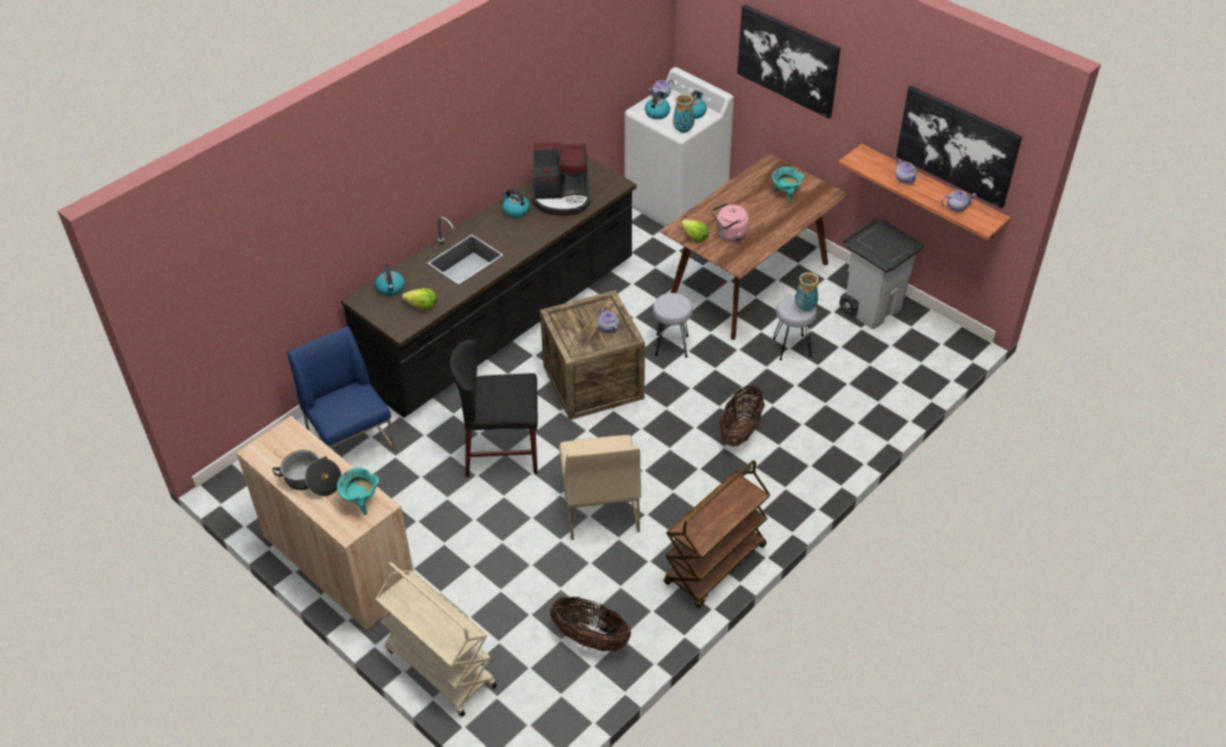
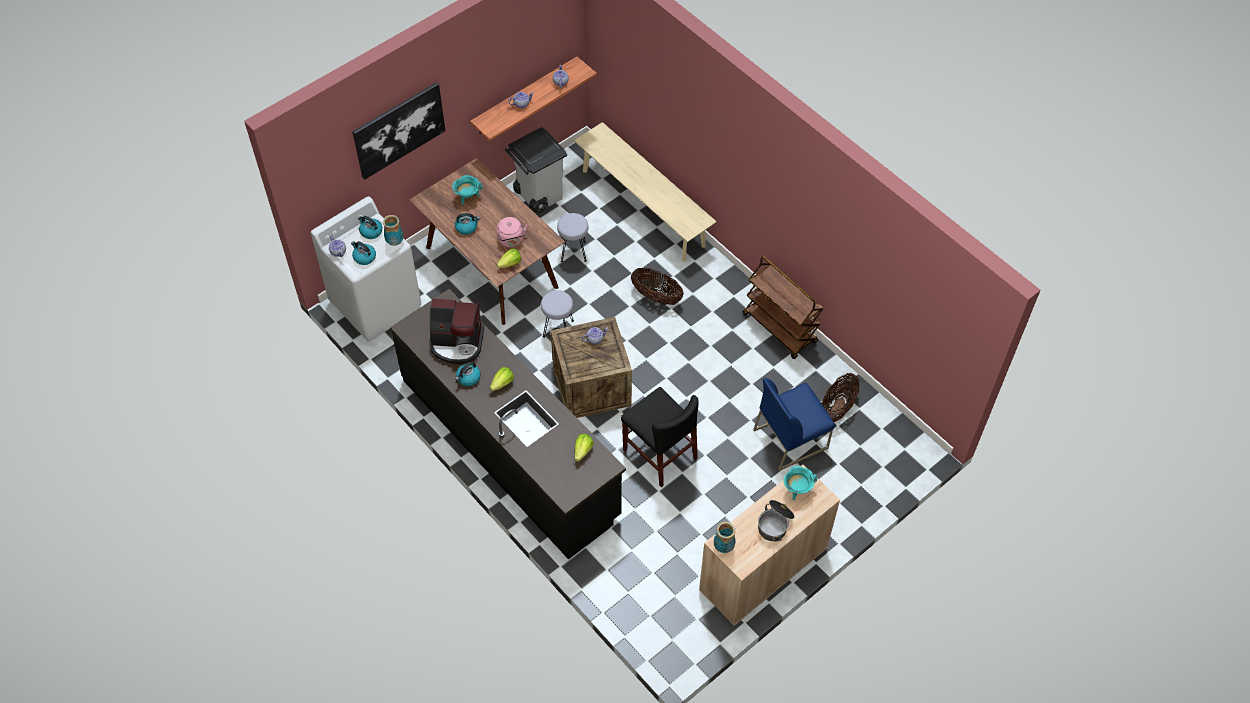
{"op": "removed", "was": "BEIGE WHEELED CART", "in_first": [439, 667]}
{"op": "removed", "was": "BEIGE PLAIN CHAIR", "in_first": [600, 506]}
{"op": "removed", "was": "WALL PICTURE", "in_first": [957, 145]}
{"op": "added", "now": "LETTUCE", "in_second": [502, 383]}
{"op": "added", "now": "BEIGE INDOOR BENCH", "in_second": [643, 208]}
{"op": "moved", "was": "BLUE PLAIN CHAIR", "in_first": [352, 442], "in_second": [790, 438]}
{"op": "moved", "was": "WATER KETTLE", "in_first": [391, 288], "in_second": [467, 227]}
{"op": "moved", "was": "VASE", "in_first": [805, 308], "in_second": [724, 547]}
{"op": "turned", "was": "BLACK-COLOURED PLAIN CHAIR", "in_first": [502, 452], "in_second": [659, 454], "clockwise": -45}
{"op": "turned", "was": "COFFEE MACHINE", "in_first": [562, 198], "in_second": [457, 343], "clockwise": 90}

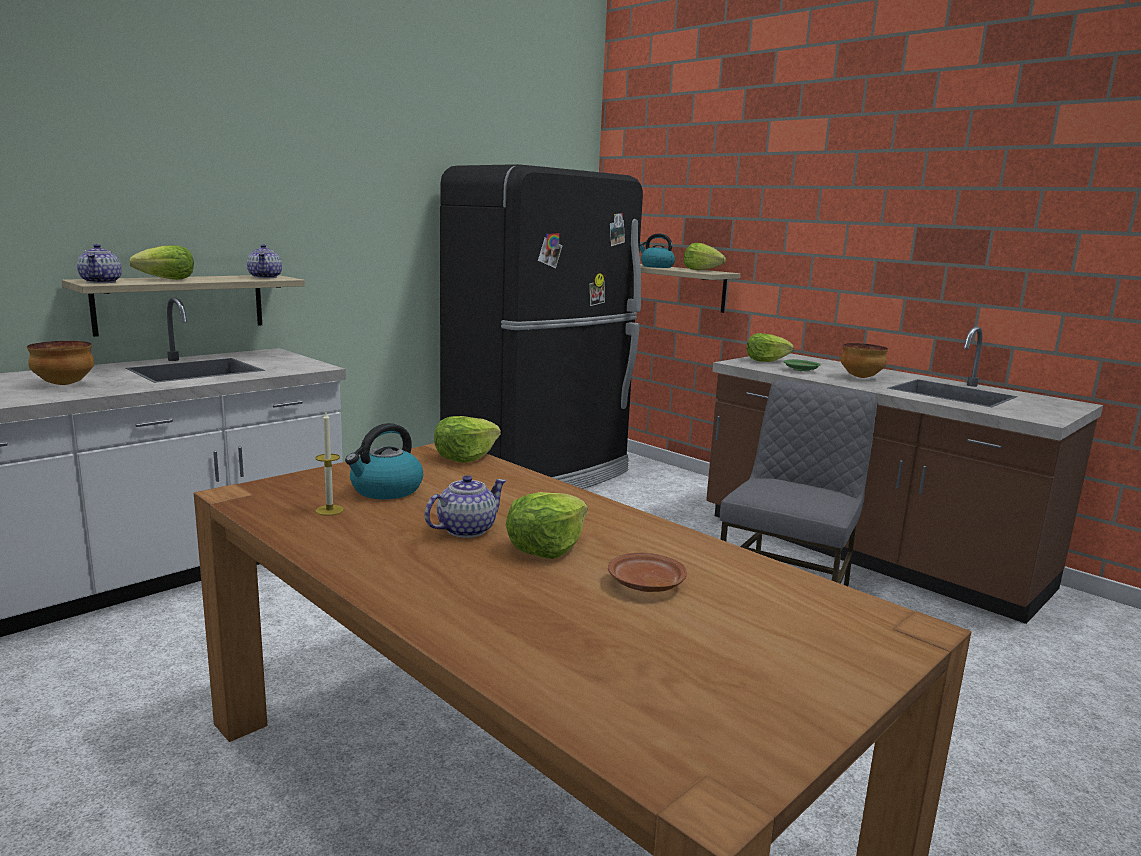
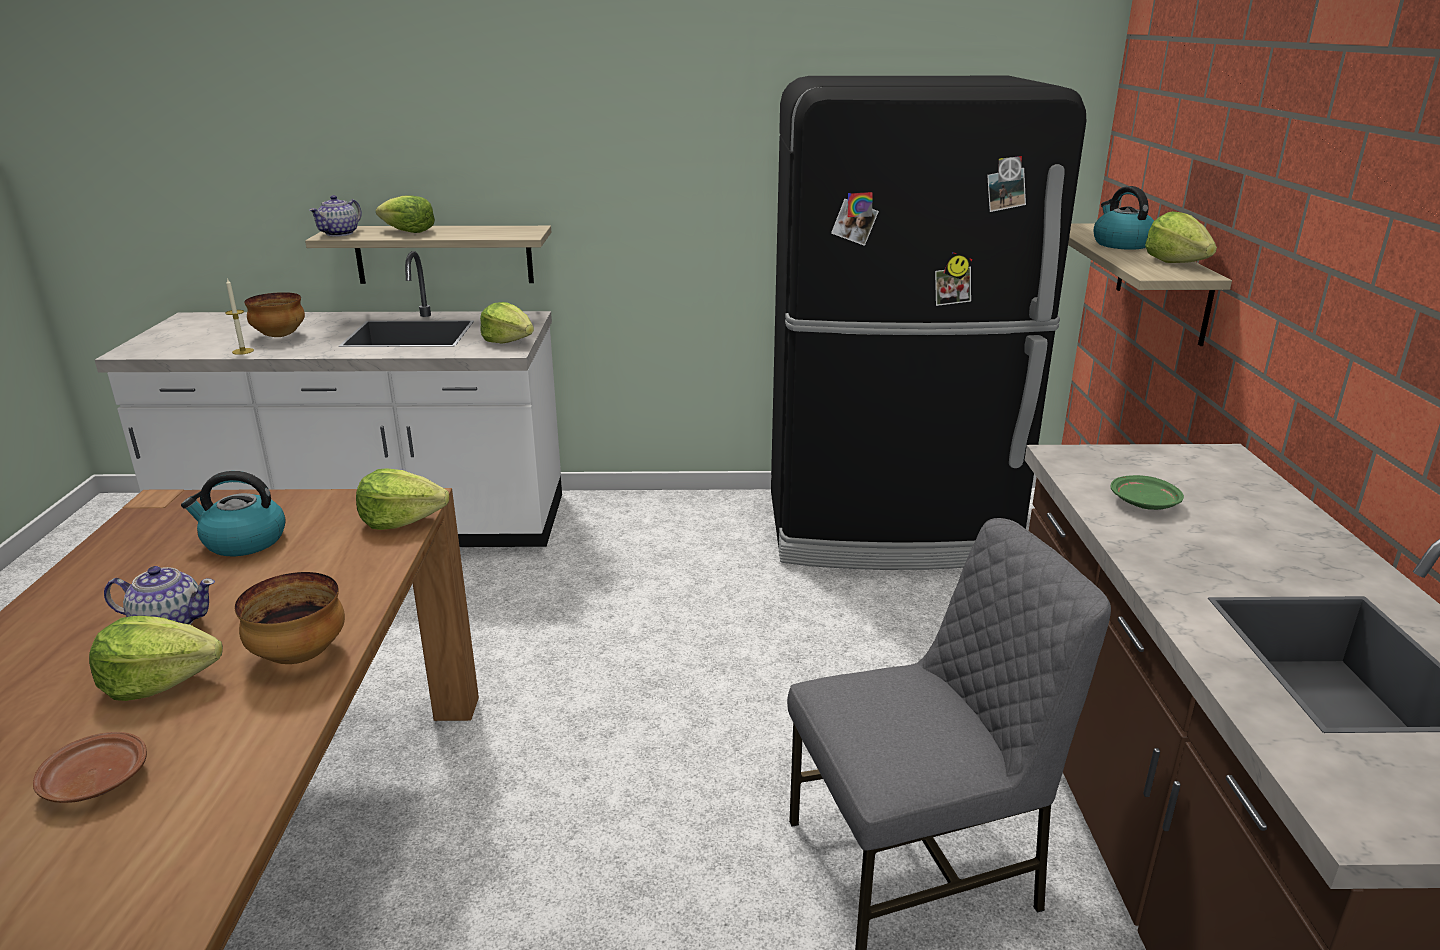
{"op": "removed", "was": "POT FOR TEA", "in_first": [265, 277]}
{"op": "moved", "was": "CANDLE", "in_first": [329, 510], "in_second": [243, 351]}
{"op": "moved", "was": "LETTUCE", "in_first": [766, 360], "in_second": [508, 341]}
{"op": "moved", "was": "DEEP DISH", "in_first": [861, 377], "in_second": [298, 656]}

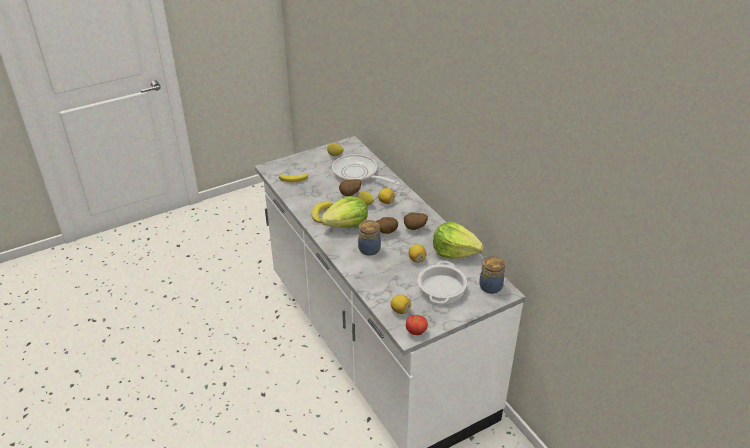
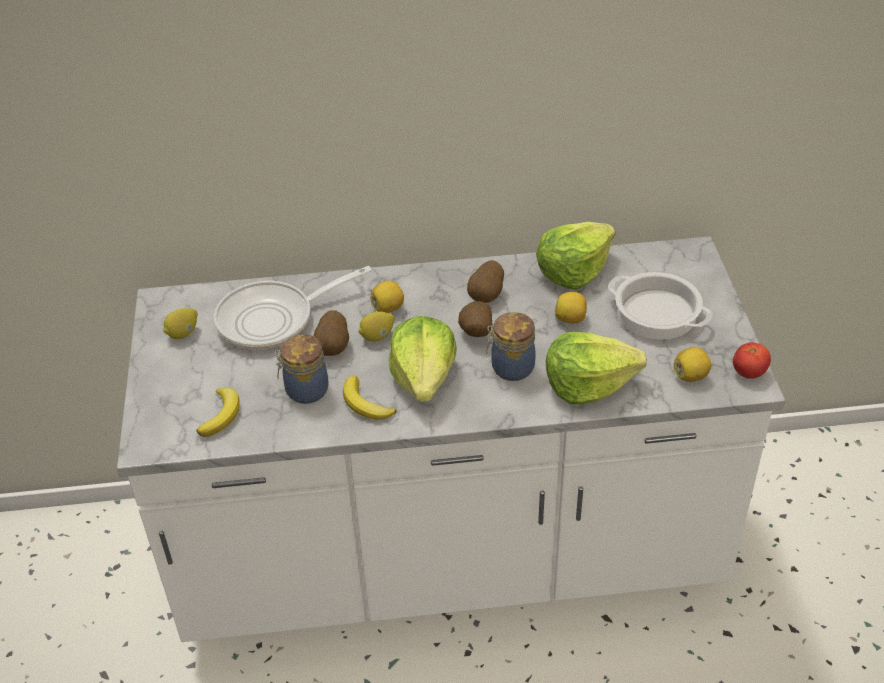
{"op": "added", "now": "LETTUCE", "in_second": [588, 384]}
{"op": "moved", "was": "JAR", "in_first": [490, 286], "in_second": [305, 390]}

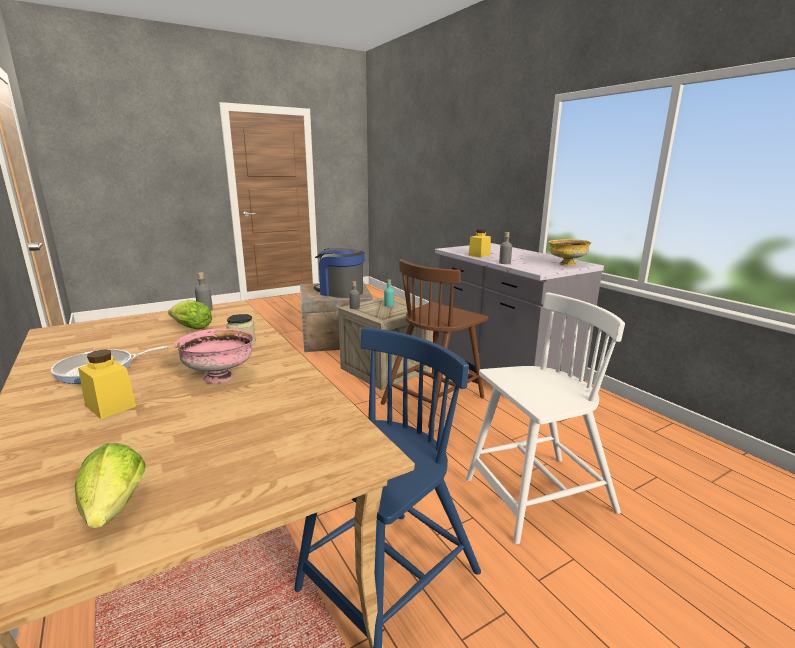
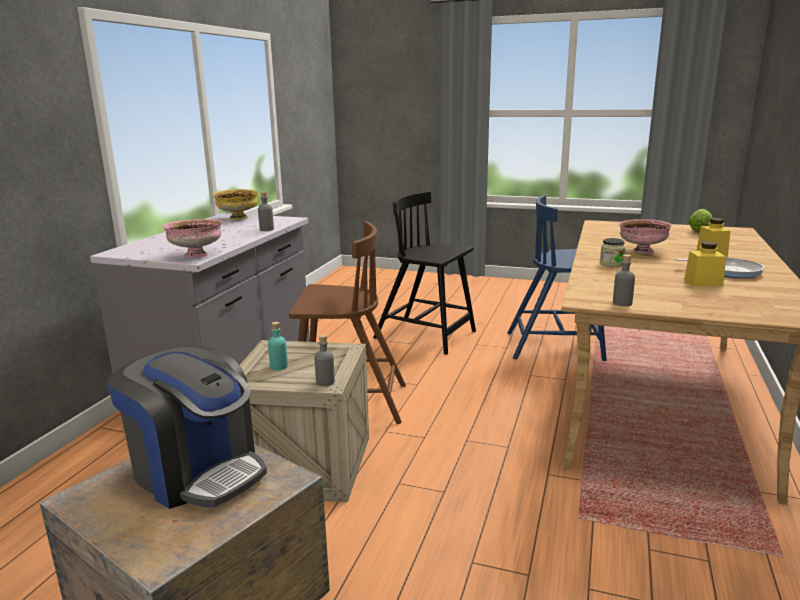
{"op": "removed", "was": "LETTUCE", "in_first": [190, 328]}
{"op": "added", "now": "PINK-COLOURED DEEP DISH", "in_second": [196, 255]}
{"op": "moved", "was": "YELLOWISH JAR", "in_first": [479, 255], "in_second": [703, 282]}
{"op": "recoloured", "was": "WHITE PLAIN CHAIR", "now": "BLACK-COLOURED PLAIN CHAIR", "in_first": [537, 497], "in_second": [426, 335]}
{"op": "turned", "was": "COFFEE MACHINE", "in_first": [340, 292], "in_second": [197, 471], "clockwise": -45}

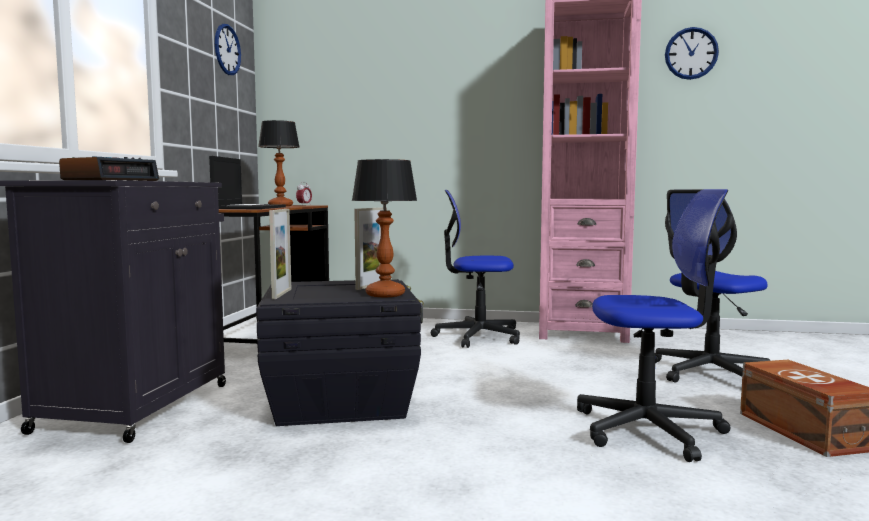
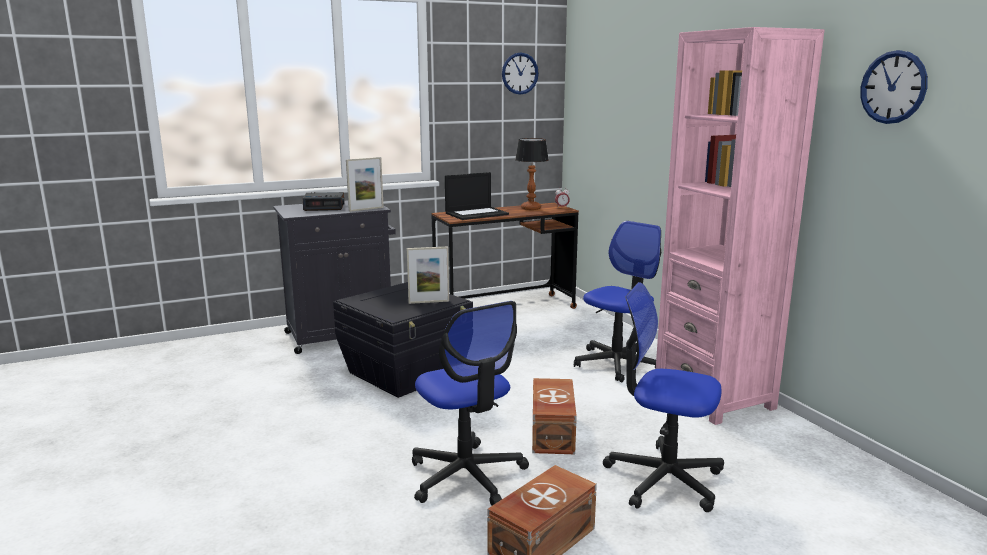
{"op": "removed", "was": "LAMP FOR A TABLE", "in_first": [384, 294]}
{"op": "added", "now": "BROWN-COLOURED STORAGE BIN", "in_second": [551, 433]}
{"op": "moved", "was": "PICTURE FRAME", "in_first": [282, 294], "in_second": [366, 209]}
{"op": "turned", "was": "OFFICE CHAIR", "in_first": [477, 336], "in_second": [617, 364], "clockwise": 75}

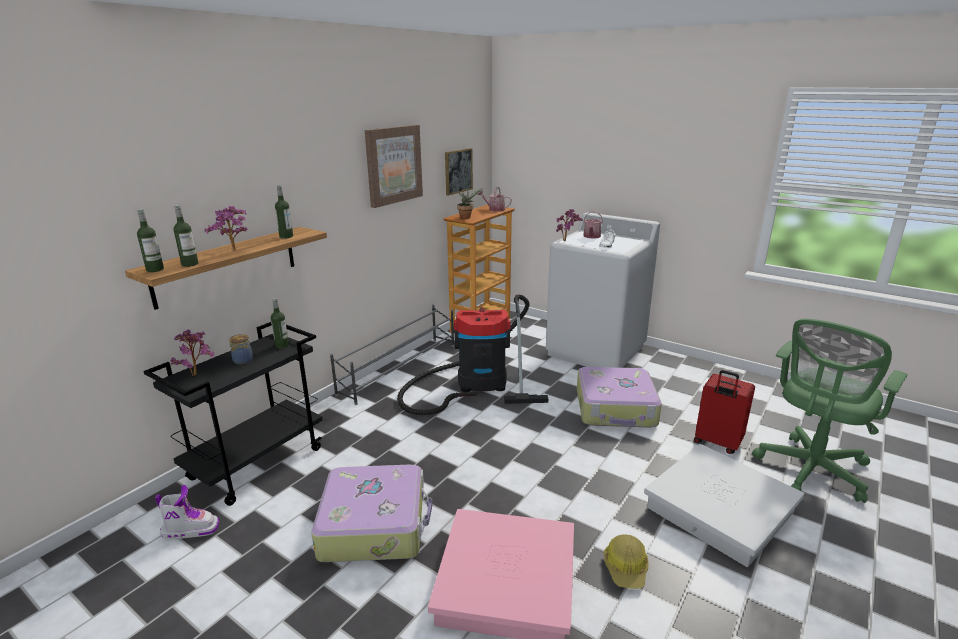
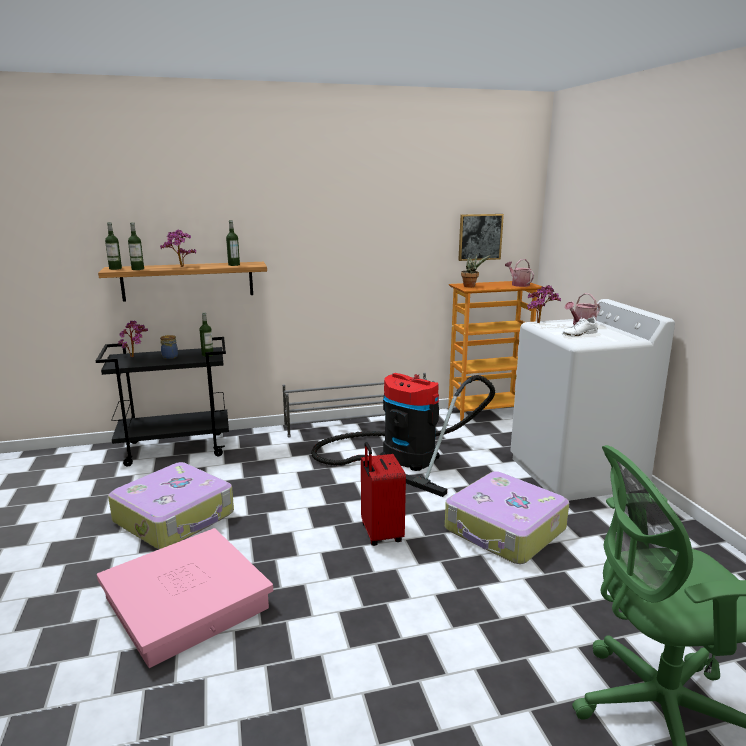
{"op": "removed", "was": "BOOT", "in_first": [190, 529]}
{"op": "removed", "was": "WALL PICTURE", "in_first": [393, 165]}
{"op": "removed", "was": "SAFETY HELMET", "in_first": [626, 568]}
{"op": "removed", "was": "WHITE STORAGE BIN", "in_first": [720, 510]}
{"op": "moved", "was": "RED TRAVEL CASE", "in_first": [717, 443], "in_second": [380, 534]}

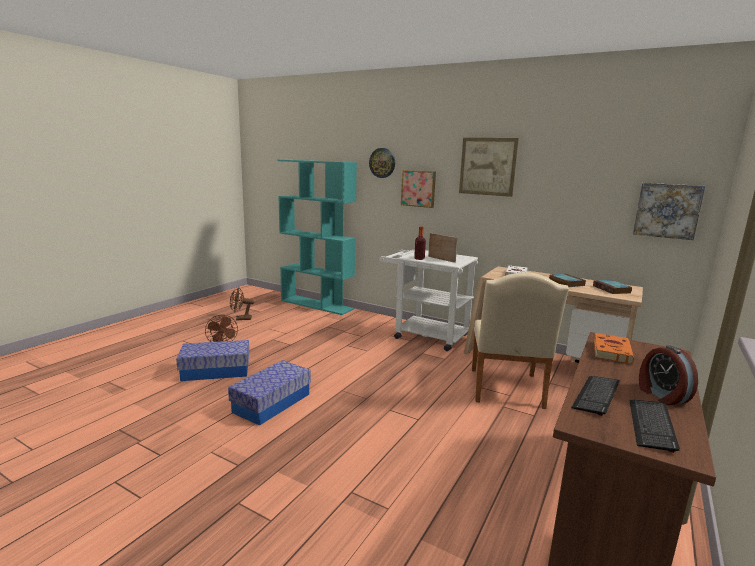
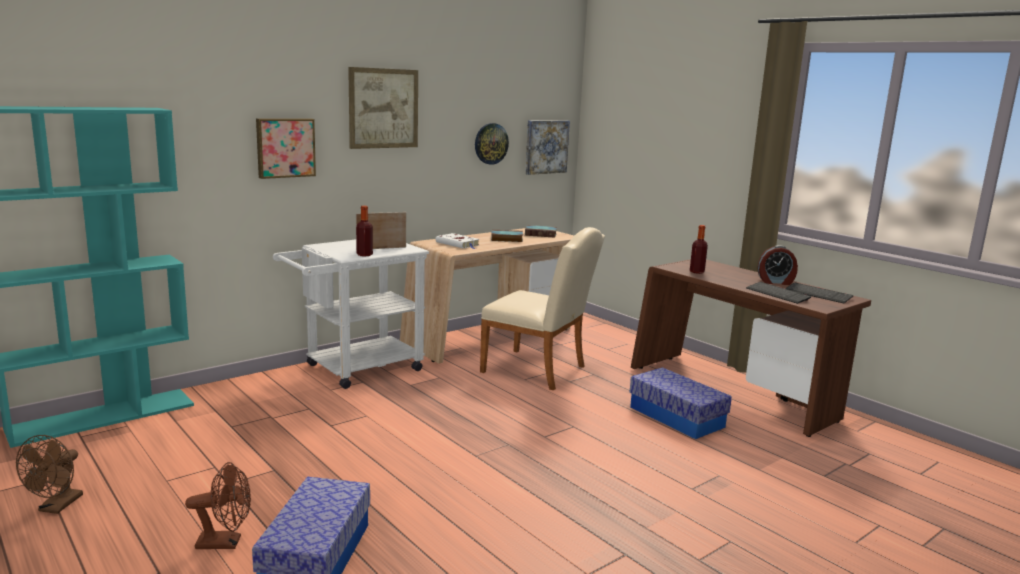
{"op": "moved", "was": "STORAGE BIN", "in_first": [272, 403], "in_second": [676, 417]}
{"op": "moved", "was": "CLOCK ON THE WALL", "in_first": [382, 163], "in_second": [491, 143]}
{"op": "replaced", "was": "ORANGE-COLOURED VOLUME", "now": "BOTTLE", "in_first": [611, 351], "in_second": [697, 272]}

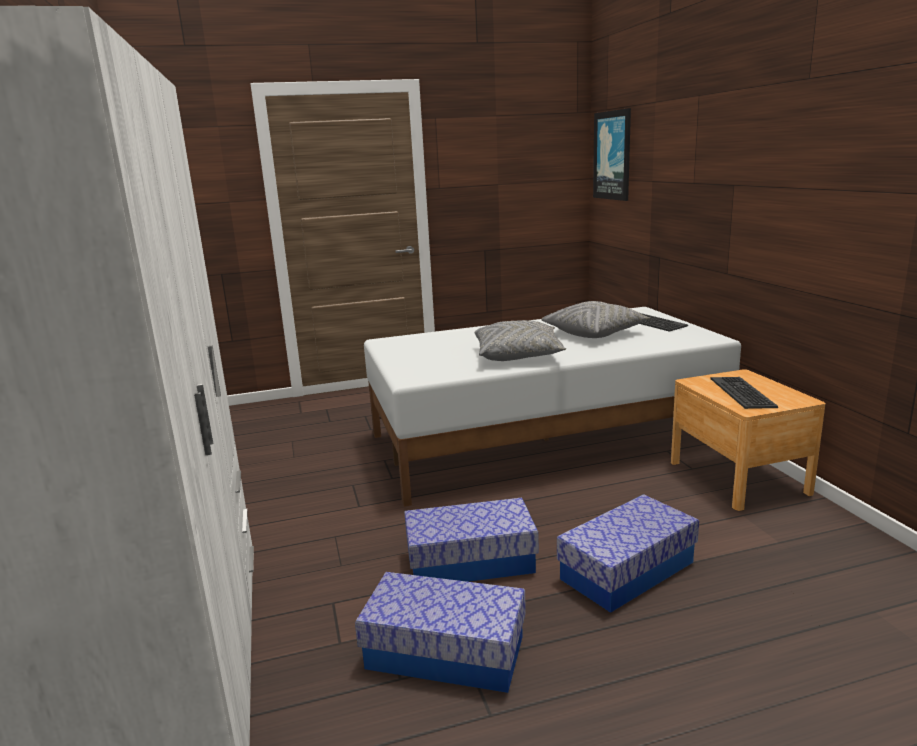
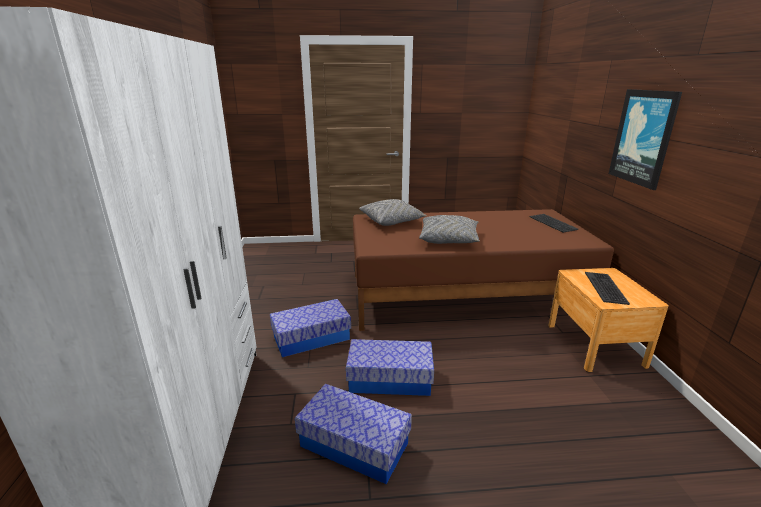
{"op": "moved", "was": "GREYISH PILLOW", "in_first": [595, 333], "in_second": [392, 221]}
{"op": "moved", "was": "STORAGE BIN", "in_first": [627, 570], "in_second": [311, 338]}
{"op": "moved", "was": "WALL PICTURE", "in_first": [613, 155], "in_second": [643, 137]}
{"op": "recoloured", "was": "WHITE SLEEPING BED", "now": "BROWN-COLOURED SLEEPING BED", "in_first": [545, 440], "in_second": [465, 295]}

